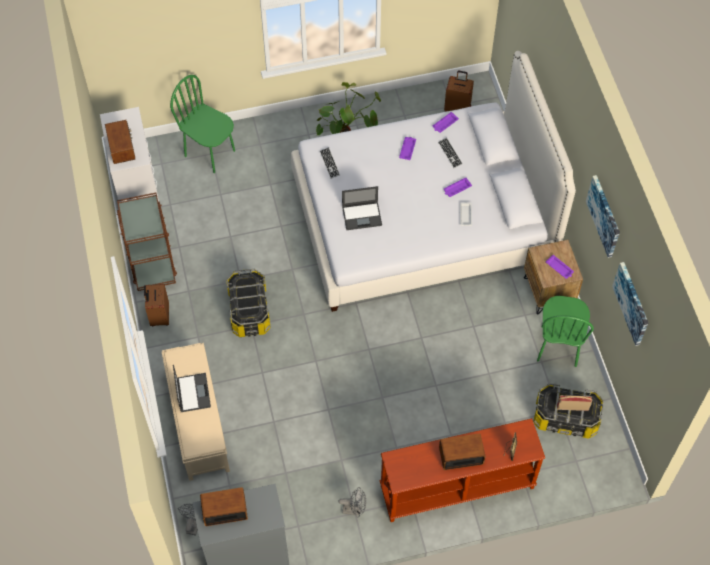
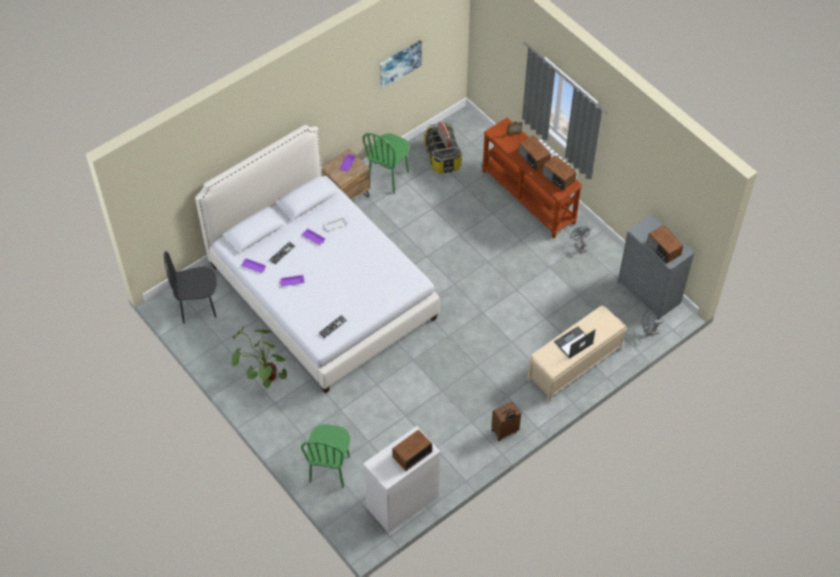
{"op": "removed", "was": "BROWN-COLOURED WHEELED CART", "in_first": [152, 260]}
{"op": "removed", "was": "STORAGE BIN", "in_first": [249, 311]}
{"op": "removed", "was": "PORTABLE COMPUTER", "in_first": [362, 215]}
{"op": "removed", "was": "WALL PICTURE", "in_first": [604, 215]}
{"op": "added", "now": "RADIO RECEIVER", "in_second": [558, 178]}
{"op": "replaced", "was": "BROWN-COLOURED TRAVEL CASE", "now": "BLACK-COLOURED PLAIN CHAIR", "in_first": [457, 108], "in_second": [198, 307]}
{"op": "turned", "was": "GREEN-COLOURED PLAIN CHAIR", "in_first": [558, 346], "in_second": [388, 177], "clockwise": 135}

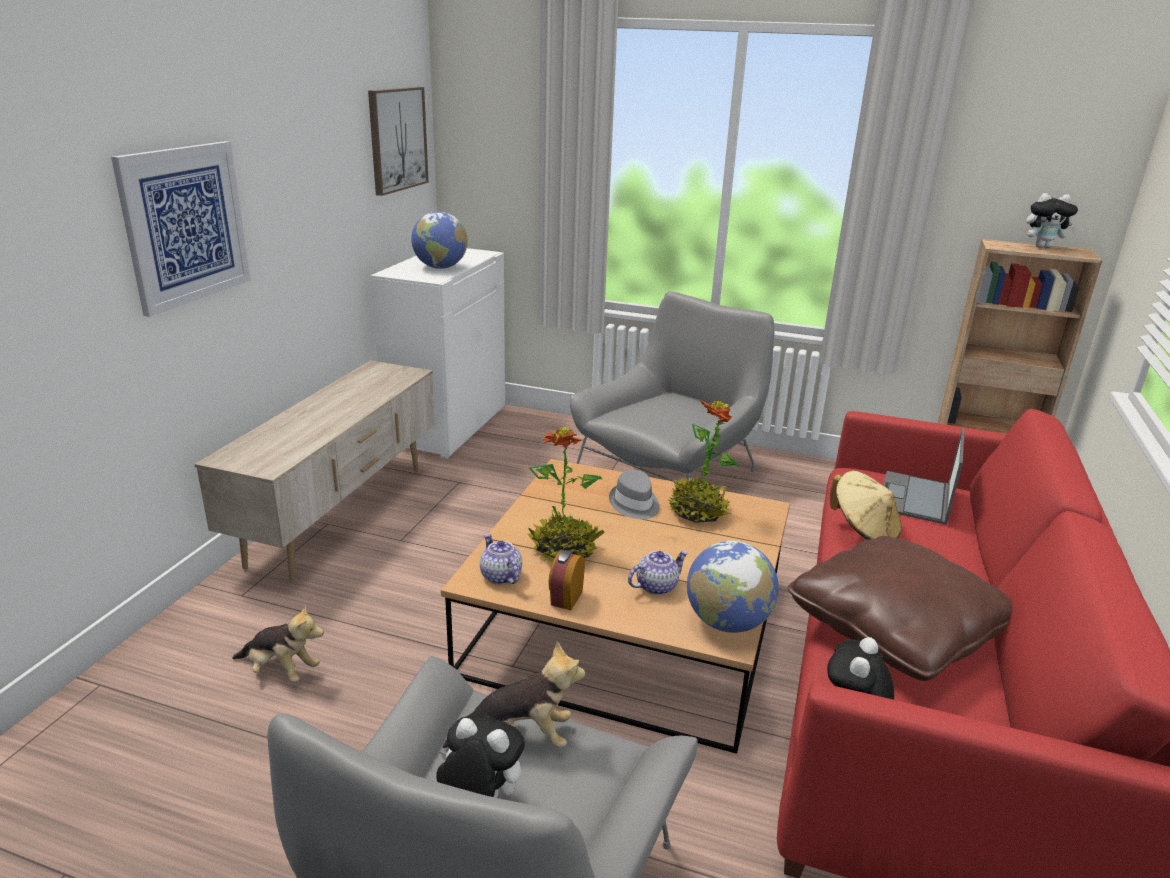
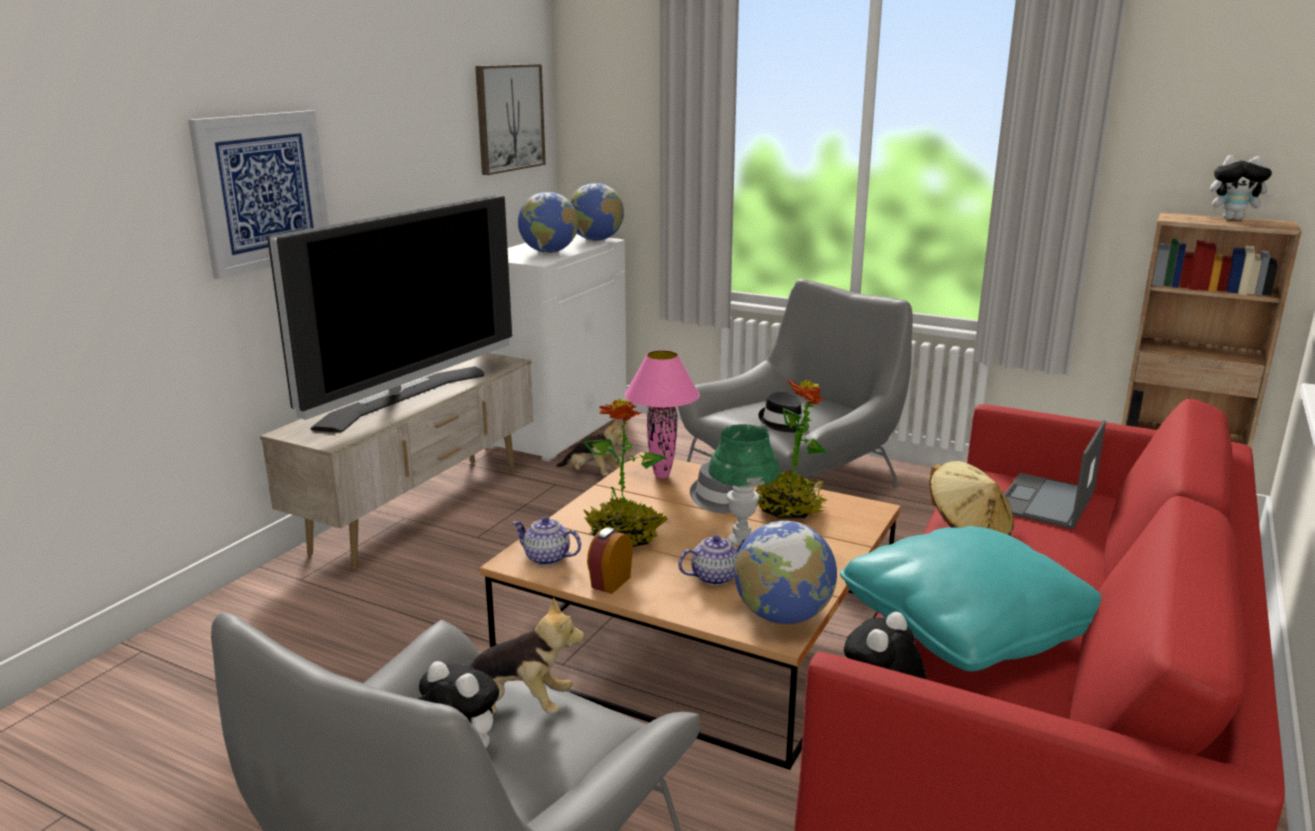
{"op": "added", "now": "TV SET", "in_second": [405, 398]}
{"op": "added", "now": "WORLD GLOBE", "in_second": [596, 240]}
{"op": "added", "now": "PINK-COLOURED LAMP FOR A TABLE", "in_second": [662, 476]}
{"op": "added", "now": "GREEN-COLOURED LAMP FOR A TABLE", "in_second": [741, 540]}
{"op": "added", "now": "BLACK-COLOURED HAT", "in_second": [783, 423]}
{"op": "moved", "was": "SOFT TOY", "in_first": [281, 670], "in_second": [592, 474]}
{"op": "recoloured", "was": "BROWN-COLOURED PILLOW", "now": "TURQUOISE PILLOW", "in_first": [894, 629], "in_second": [966, 626]}
{"op": "turned", "was": "POT FOR TEA", "in_first": [500, 576], "in_second": [546, 558], "clockwise": -45}

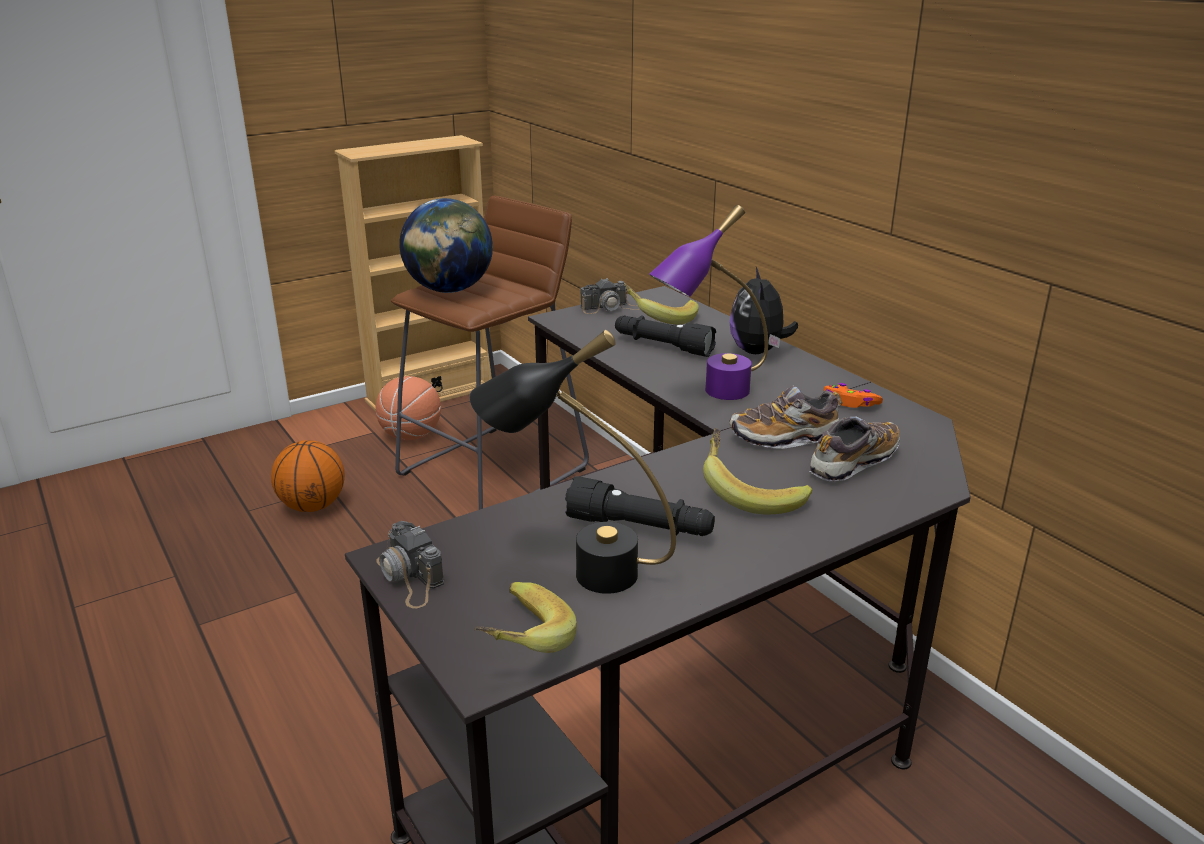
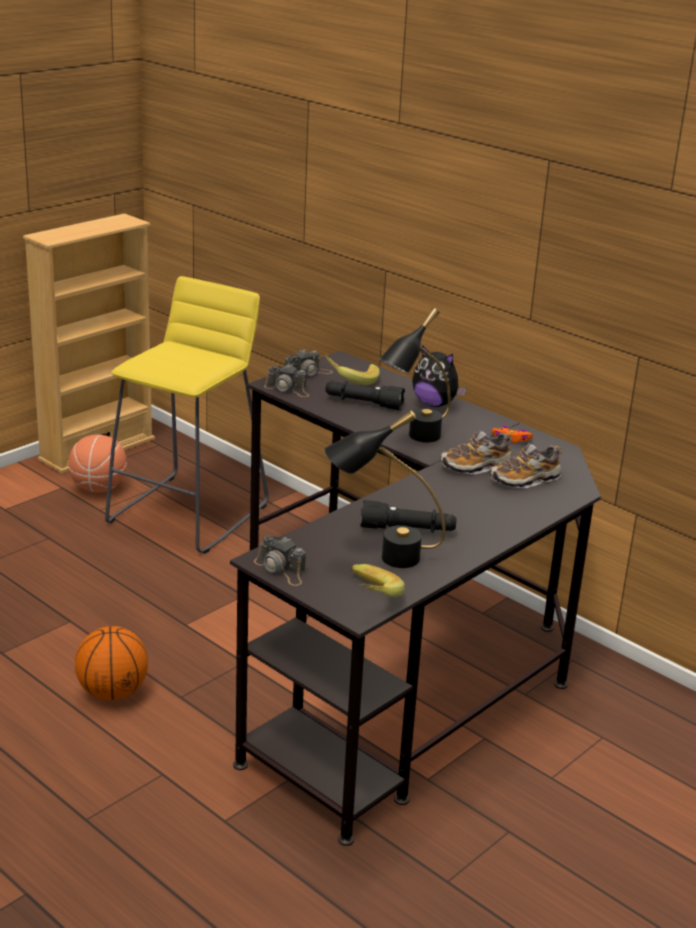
{"op": "removed", "was": "WORLD GLOBE", "in_first": [449, 290]}
{"op": "removed", "was": "BANANA", "in_first": [750, 493]}
{"op": "added", "now": "STILL CAMERA", "in_second": [288, 389]}
{"op": "moved", "was": "BALL FOR BASKETBALL", "in_first": [313, 506], "in_second": [113, 692]}
{"op": "recoloured", "was": "BROWN-COLOURED STOOL SEAT", "now": "YELLOWISH STOOL SEAT", "in_first": [495, 471], "in_second": [189, 513]}
{"op": "recoloured", "was": "PURPLISH LAMP FOR A TABLE", "now": "BLACK-COLOURED LAMP FOR A TABLE", "in_first": [709, 395], "in_second": [414, 440]}
{"op": "turned", "was": "SOFT TOY", "in_first": [758, 352], "in_second": [435, 404], "clockwise": -45}
{"op": "turned", "was": "LOW SHOE", "in_first": [853, 463], "in_second": [525, 480], "clockwise": -150}

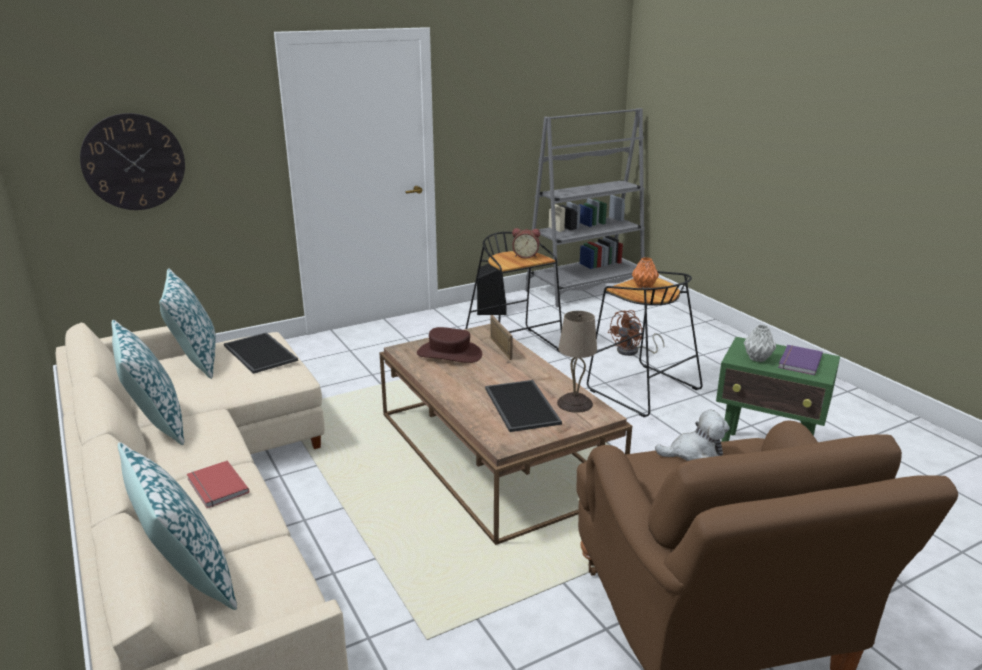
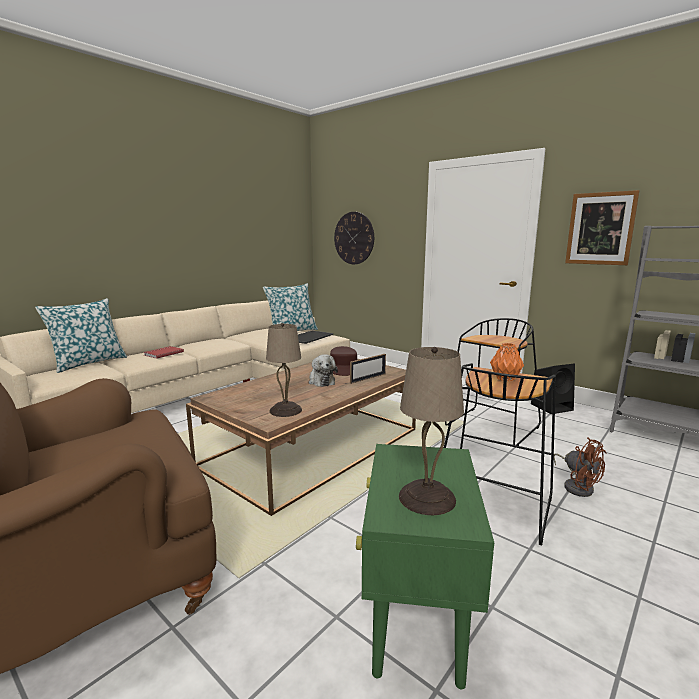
{"op": "removed", "was": "PILLOW", "in_first": [156, 424]}
{"op": "removed", "was": "SERVING TRAY", "in_first": [520, 405]}
{"op": "removed", "was": "ALARM CLOCK", "in_first": [525, 256]}
{"op": "removed", "was": "GREYISH VASE", "in_first": [758, 358]}
{"op": "added", "now": "WALL PICTURE", "in_second": [600, 228]}
{"op": "moved", "was": "SOFT TOY", "in_first": [694, 454], "in_second": [321, 381]}
{"op": "replaced", "was": "PURPLISH VOLUME", "now": "BEIGE LAMP FOR A TABLE", "in_first": [798, 361], "in_second": [426, 497]}
{"op": "turned", "was": "BROWN-COLOURED FAN", "in_first": [632, 351], "in_second": [577, 486], "clockwise": -150}

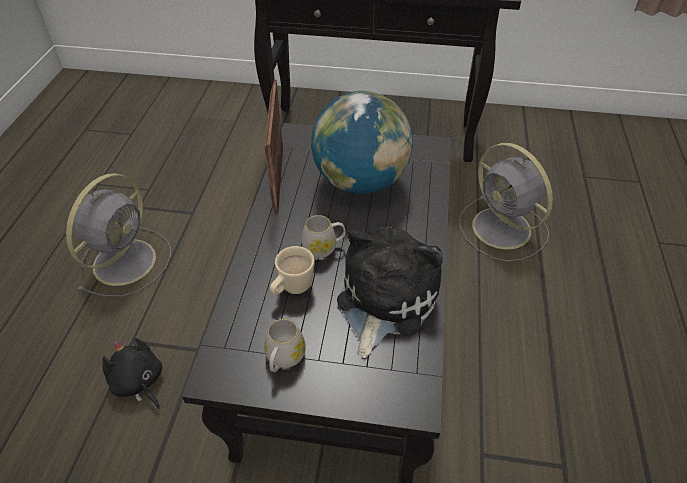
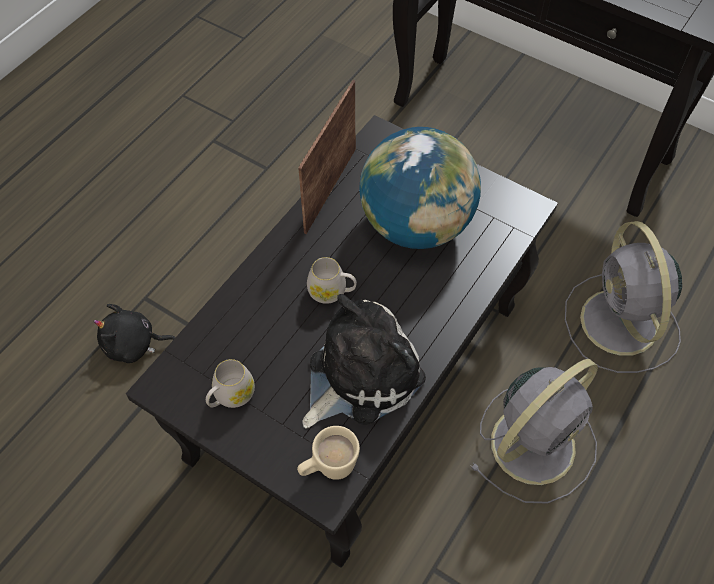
{"op": "moved", "was": "GREYISH FAN", "in_first": [126, 260], "in_second": [535, 442]}
{"op": "moved", "was": "BEIGE MUG", "in_first": [291, 288], "in_second": [328, 468]}
{"op": "turned", "was": "BLACK-COLOURED SOFT TOY", "in_first": [139, 382], "in_second": [134, 345], "clockwise": -75}

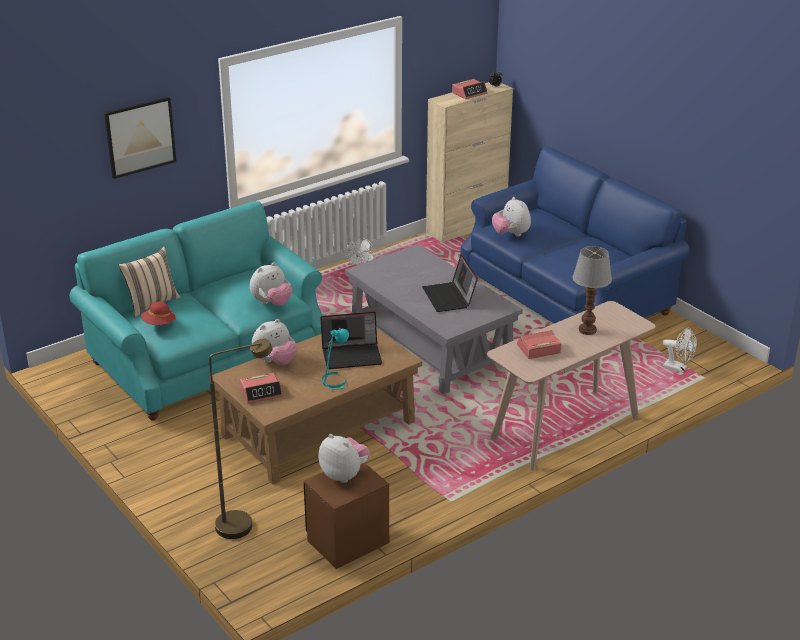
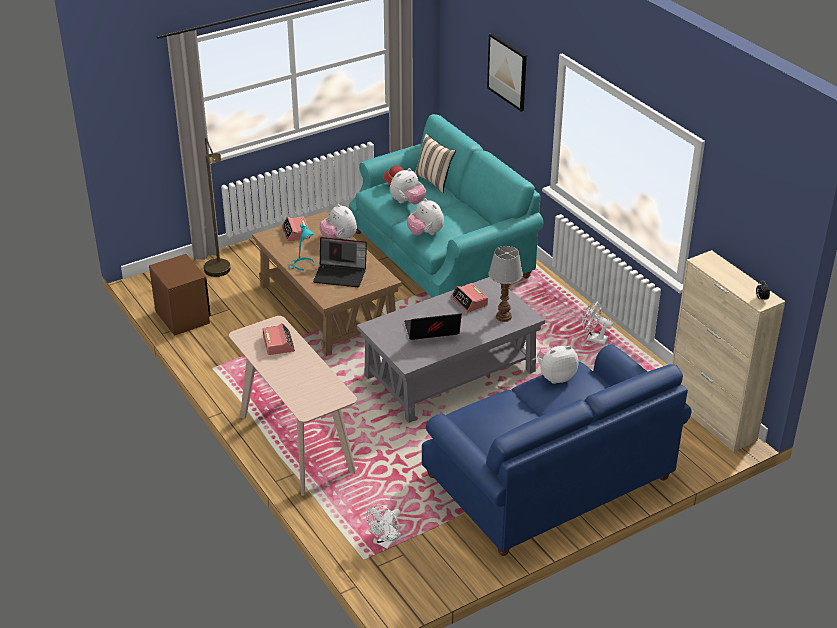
{"op": "moved", "was": "SOFT TOY", "in_first": [344, 475], "in_second": [407, 202]}
{"op": "moved", "was": "ALARM CLOCK", "in_first": [469, 93], "in_second": [469, 301]}
{"op": "moved", "was": "LAMP FOR A TABLE", "in_first": [587, 330], "in_second": [503, 317]}
{"op": "turned", "was": "PORTABLE COMPUTER", "in_first": [352, 355], "in_second": [341, 274], "clockwise": -75}

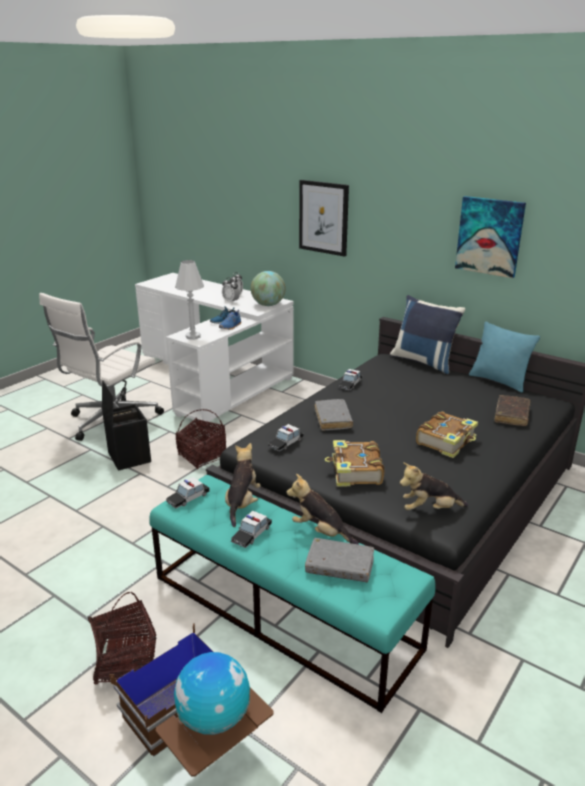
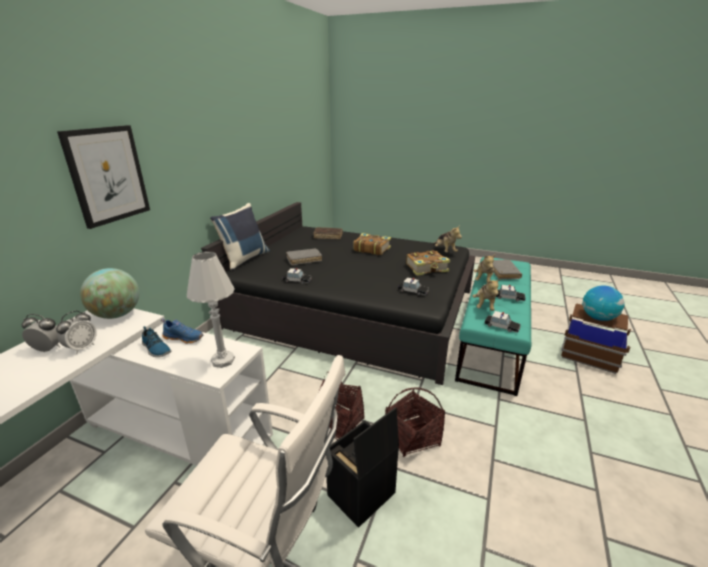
{"op": "removed", "was": "WALL PICTURE", "in_first": [489, 236]}
{"op": "removed", "was": "TURQUOISE PILLOW", "in_first": [498, 381]}
{"op": "moved", "was": "BASKET", "in_first": [126, 662], "in_second": [413, 436]}
{"op": "moved", "was": "GREYISH VOLUME", "in_first": [333, 419], "in_second": [304, 260]}
{"op": "turned", "was": "SOFT TOY", "in_first": [242, 503], "in_second": [484, 306], "clockwise": -75}

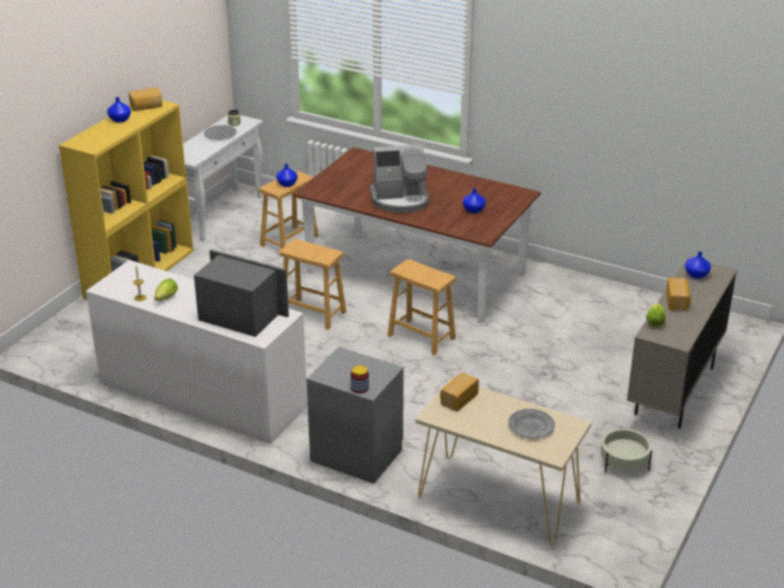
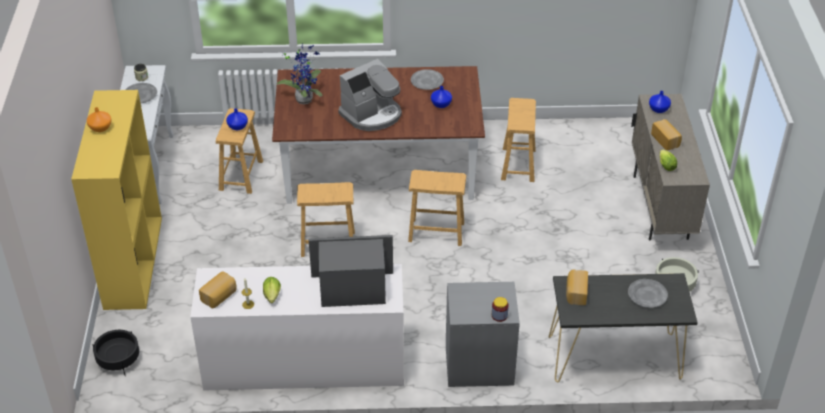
{"op": "added", "now": "BLACK-COLOURED FLOWER POT", "in_second": [118, 360]}
{"op": "added", "now": "HOUSEPLANT", "in_second": [304, 98]}
{"op": "added", "now": "GREYISH FLAT DISH", "in_second": [427, 81]}
{"op": "added", "now": "BROWN-COLOURED STOOL SEAT", "in_second": [518, 165]}
{"op": "moved", "was": "BREAD", "in_first": [146, 107], "in_second": [219, 296]}
{"op": "recoloured", "was": "BLUE VASE", "now": "ORANGE-COLOURED VASE", "in_first": [119, 120], "in_second": [100, 128]}
{"op": "recoloured", "was": "BEIGE CONSOLE TABLE", "now": "BLACK-COLOURED CONSOLE TABLE", "in_first": [498, 499], "in_second": [613, 357]}

